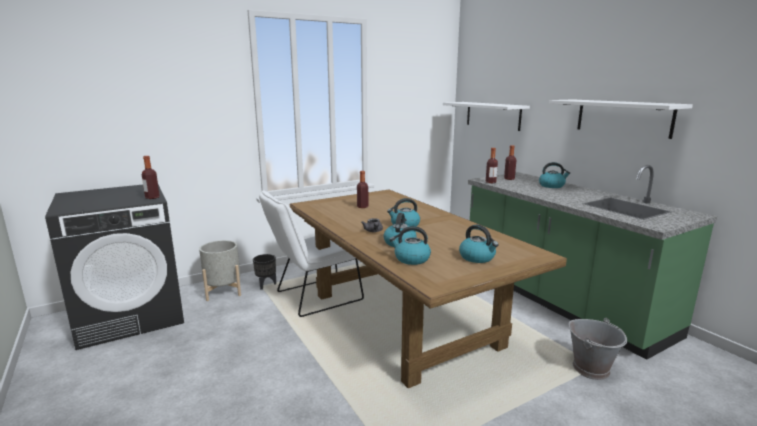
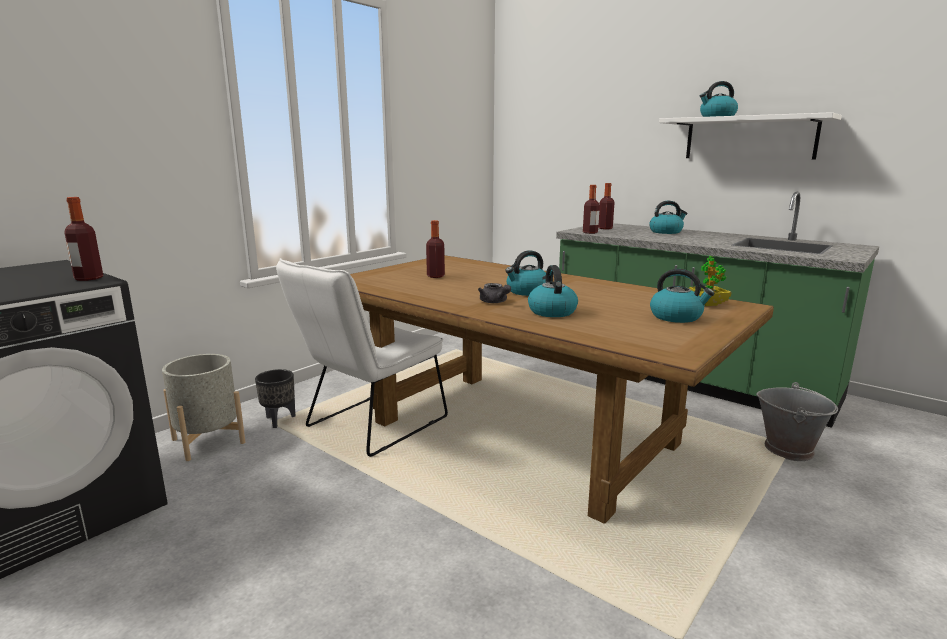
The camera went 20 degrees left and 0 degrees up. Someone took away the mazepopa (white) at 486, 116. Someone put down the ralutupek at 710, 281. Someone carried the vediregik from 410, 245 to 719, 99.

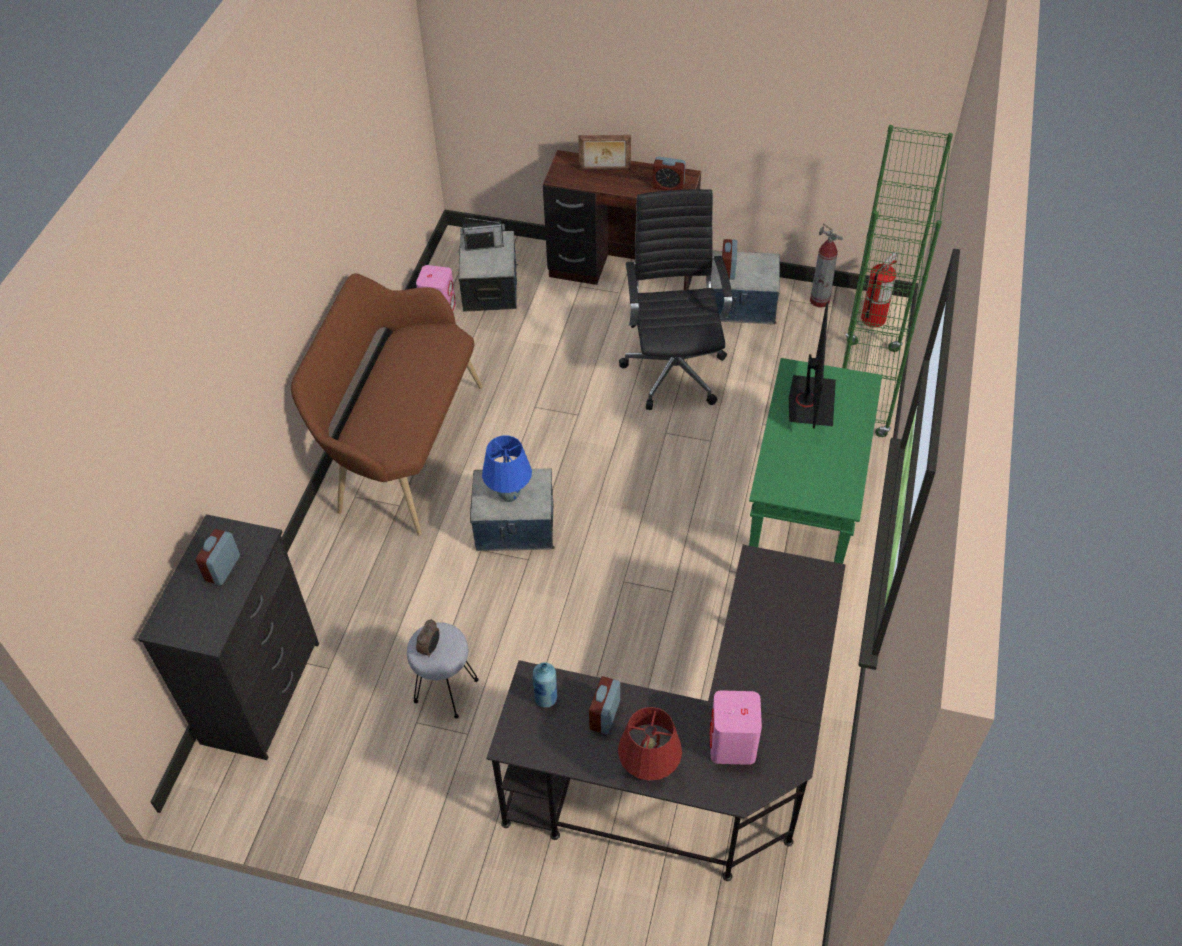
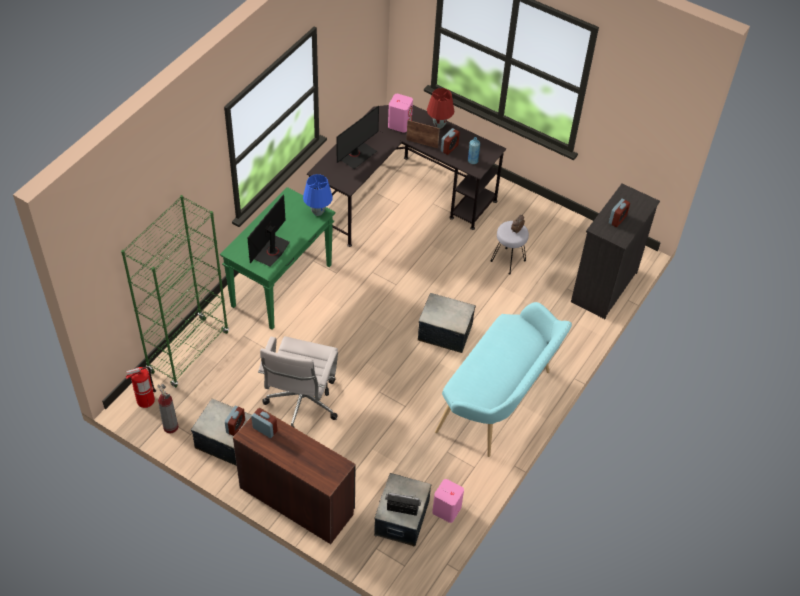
The camera went 165 degrees left and 0 degrees up. Someone put down the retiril at 357, 137. Someone carried the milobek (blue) from 507, 468 to 318, 195. Someone carried the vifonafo from 604, 152 to 423, 134. Someone repainted the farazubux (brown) at 387, 404, which became the farazubux (turquoise) at 503, 379. Someone repainted the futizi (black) at 675, 299, which became the futizi (white) at 298, 382.

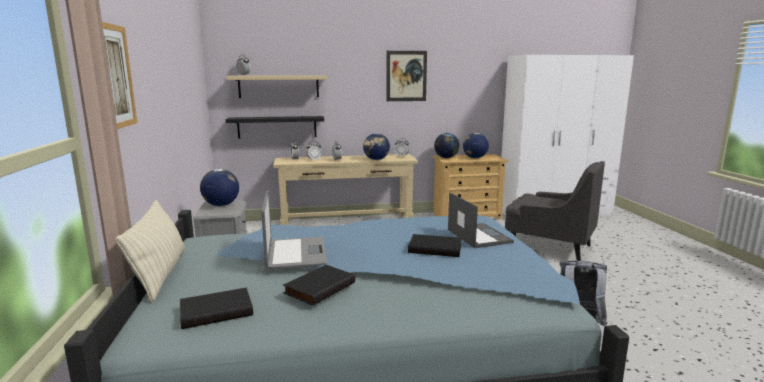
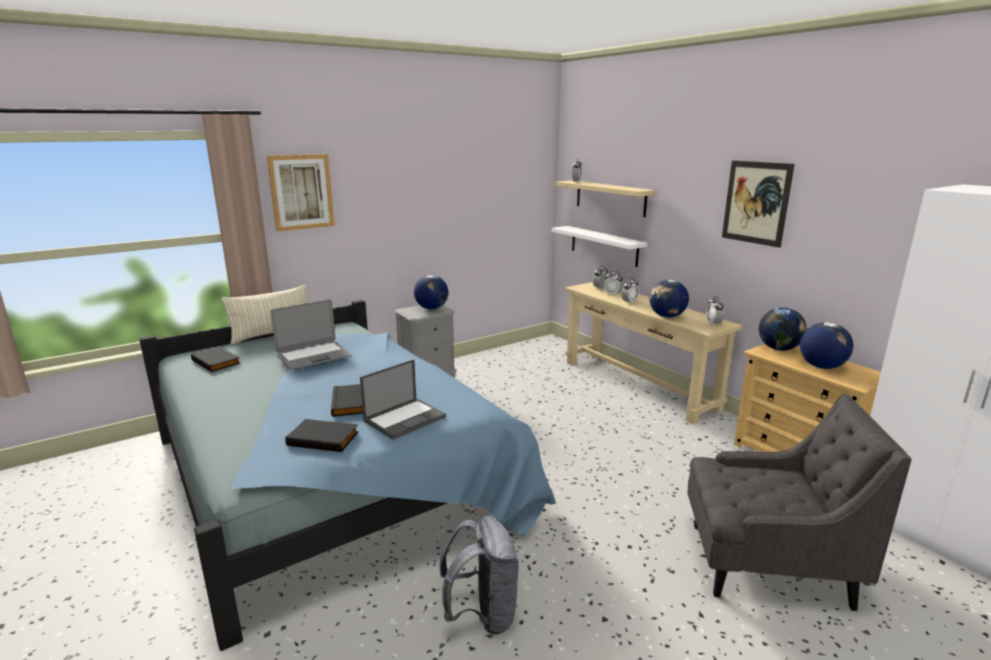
The camera went 65 degrees right and 5 degrees up. Someone carried the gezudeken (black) from 319, 285 to 322, 435. Someone repainted the mazepopa (black) at 274, 127, which became the mazepopa (white) at 599, 246. Someone rotated the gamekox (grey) at 555, 211 by 90 degrees counterclockwise.

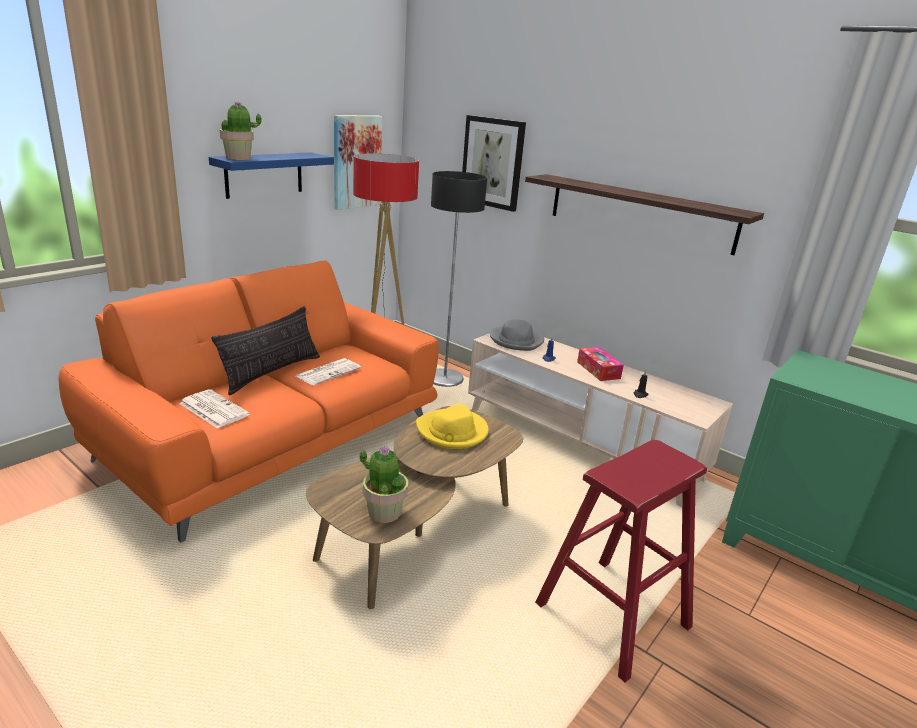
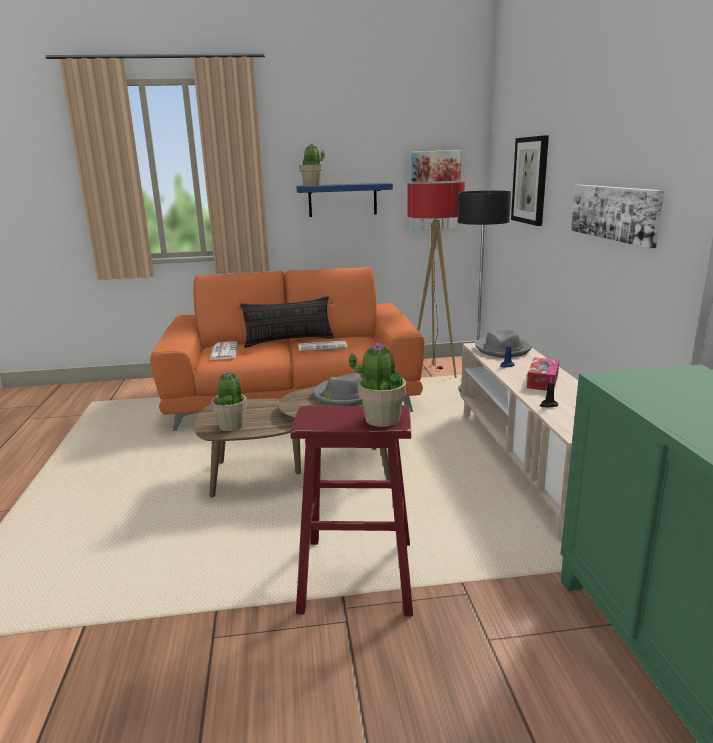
The camera went 45 degrees right and 5 degrees down. Someone put down the ralutupek at 378, 384. Someone swapped the mazepopa at 644, 214 for the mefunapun at 617, 216. Someone repainted the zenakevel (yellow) at 452, 426, which became the zenakevel (grey) at 337, 389.

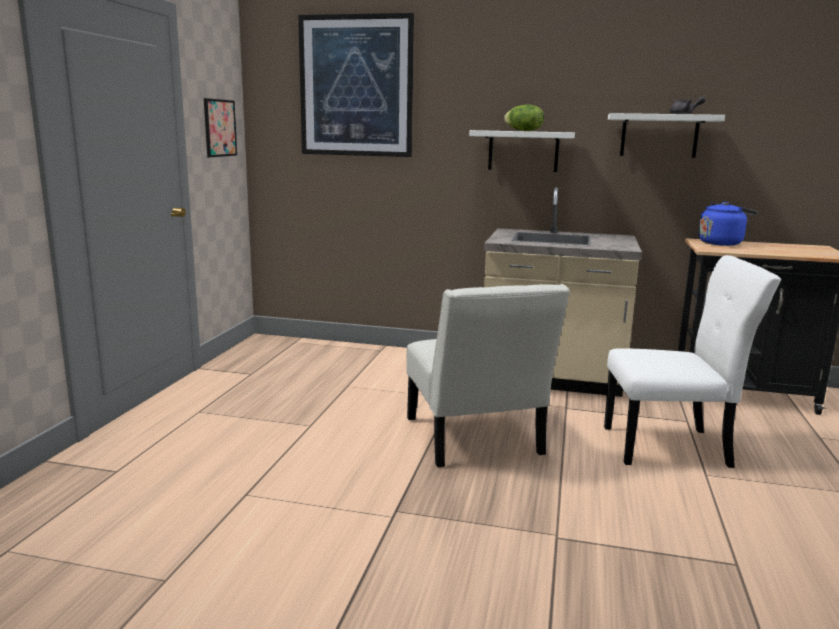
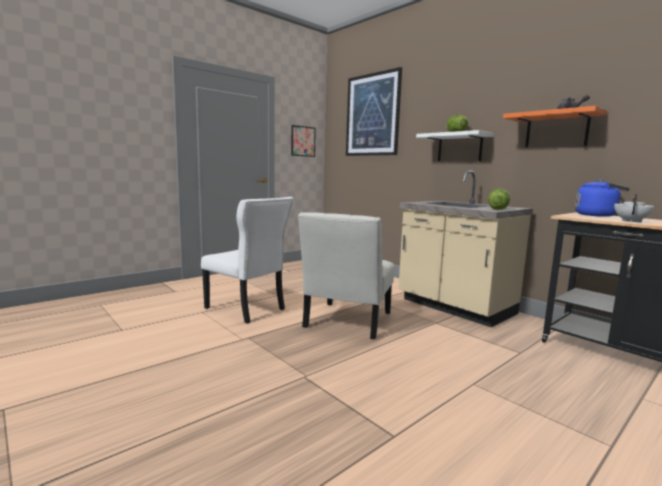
The camera went 35 degrees right and 5 degrees down. Someone put down the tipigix at 499, 199. Someone put down the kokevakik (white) at 634, 208. Someone carried the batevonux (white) from 692, 361 to 247, 260. Someone repainted the mazepopa (white) at 666, 135, which became the mazepopa (orange) at 555, 127.

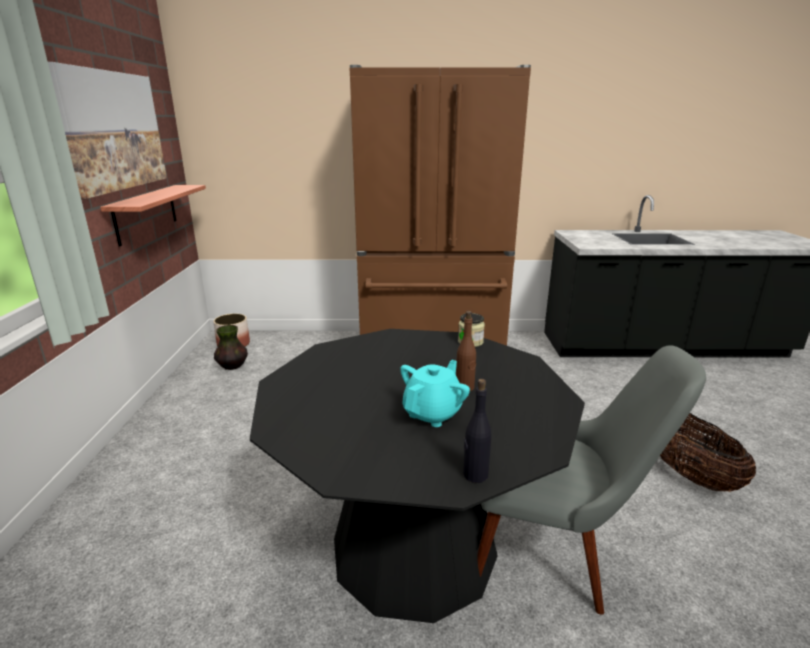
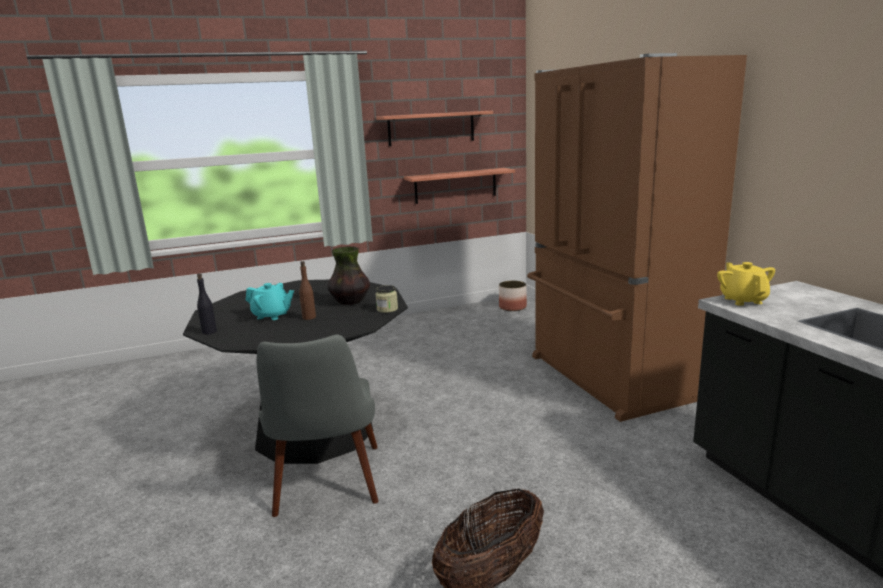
The camera went 70 degrees right and 5 degrees down. Someone put down the kokevakik (yellow) at 746, 284. Someone carried the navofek from 231, 347 to 349, 275. Someone swapped the mefunapun at 107, 130 for the mazepopa at 434, 128.

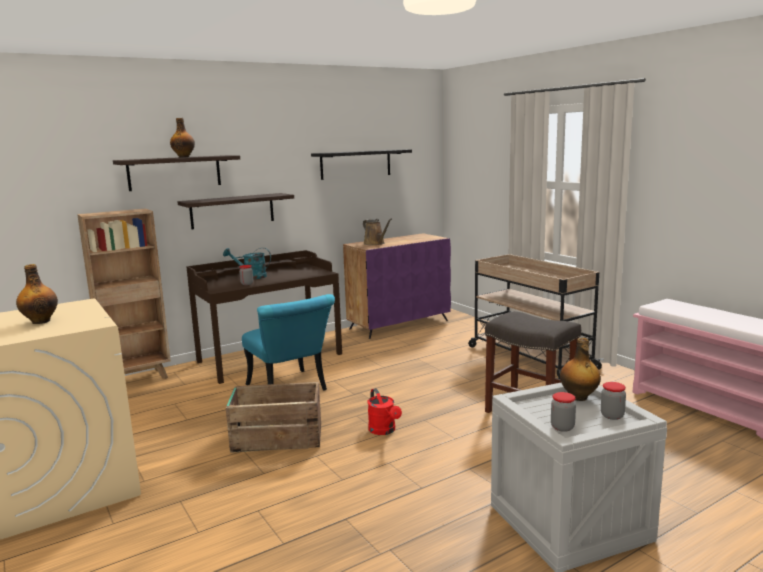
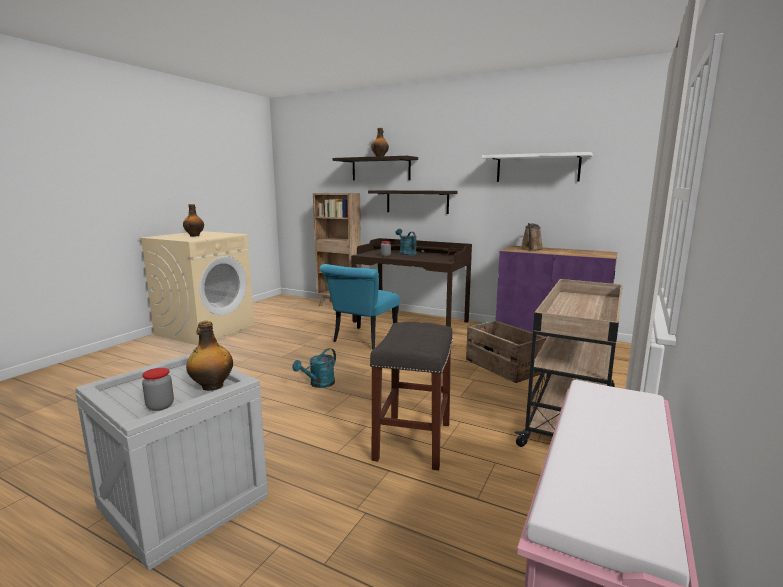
The camera went 60 degrees right and 0 degrees up. Someone took away the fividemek at 563, 412. Someone carried the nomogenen from 273, 417 to 506, 351. Someone repainted the mazepopa (black) at 361, 165, which became the mazepopa (white) at 537, 167. Someone repainted the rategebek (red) at 385, 411, which became the rategebek (turquoise) at 314, 368.

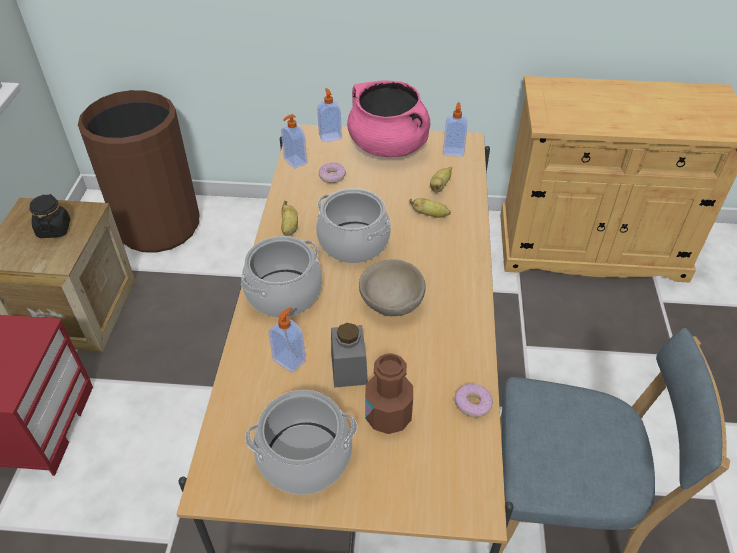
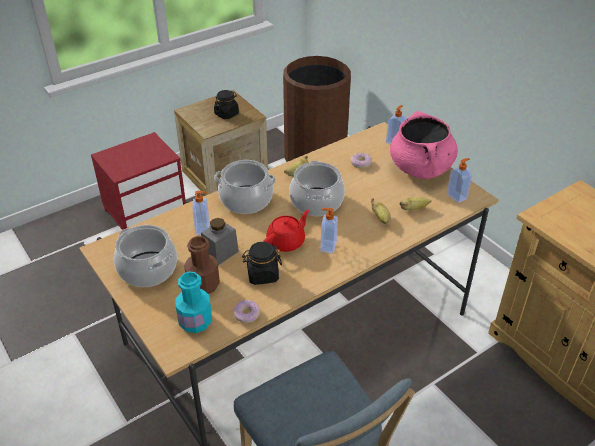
The camera went 50 degrees right and 5 degrees down. Someone put down the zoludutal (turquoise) at 193, 302. Someone put down the fividemek (black) at 262, 263. Someone carried the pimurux from 294, 141 to 329, 231. Someone swapped the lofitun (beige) at 392, 287 for the kokevakik (red) at 286, 231.

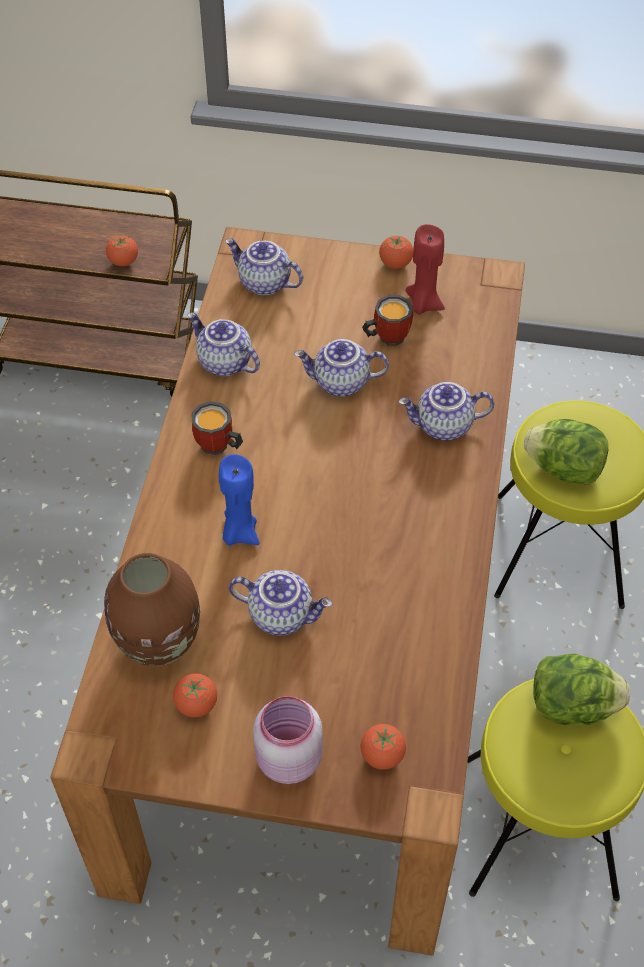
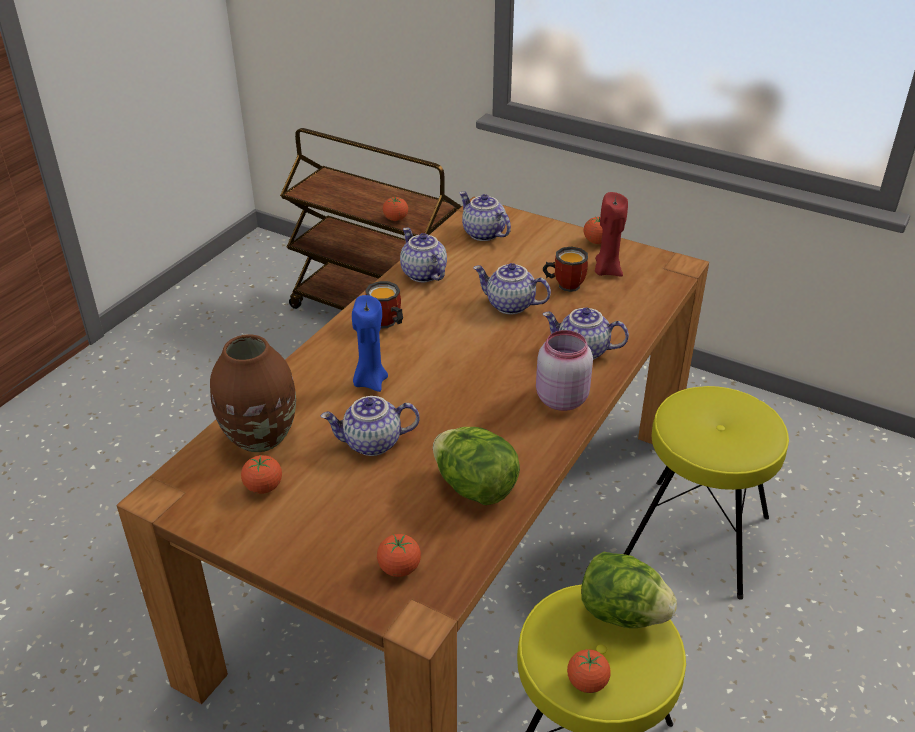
The camera went 20 degrees right and 15 degrees down. Someone put down the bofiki at 589, 671. Someone carried the fividemek (pink) from 288, 740 to 564, 370. Someone carried the tipigix from 566, 452 to 476, 466. Someone rotated the kokevakik at 280, 603 by 135 degrees clockwise.

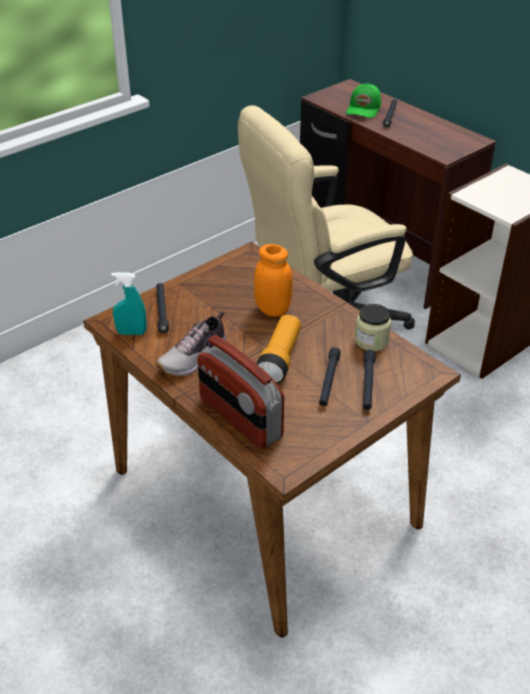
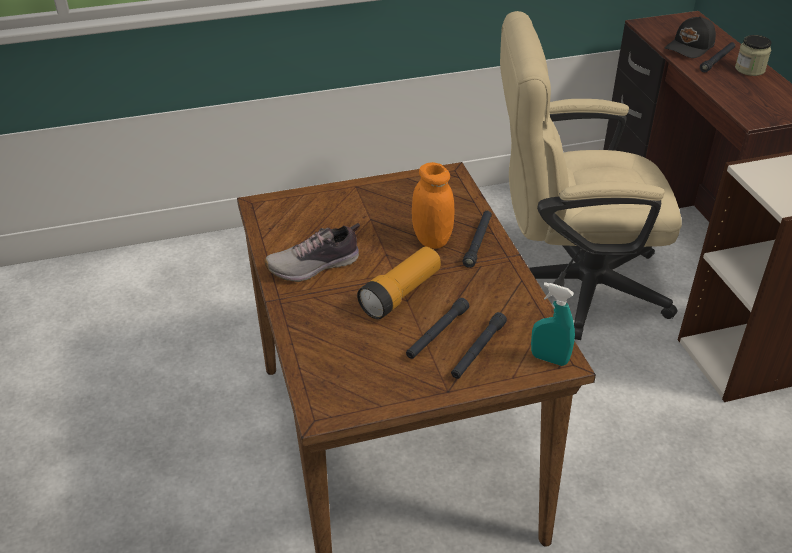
The camera went 25 degrees right and 0 degrees up. Someone took away the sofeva at 240, 392. Someone carried the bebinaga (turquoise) from 129, 303 to 553, 324. Someone carried the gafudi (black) from 162, 308 to 477, 239. Someone carried the fividemek from 373, 327 to 753, 55. Someone repainted the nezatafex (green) at 363, 100, which became the nezatafex (black) at 690, 37.

